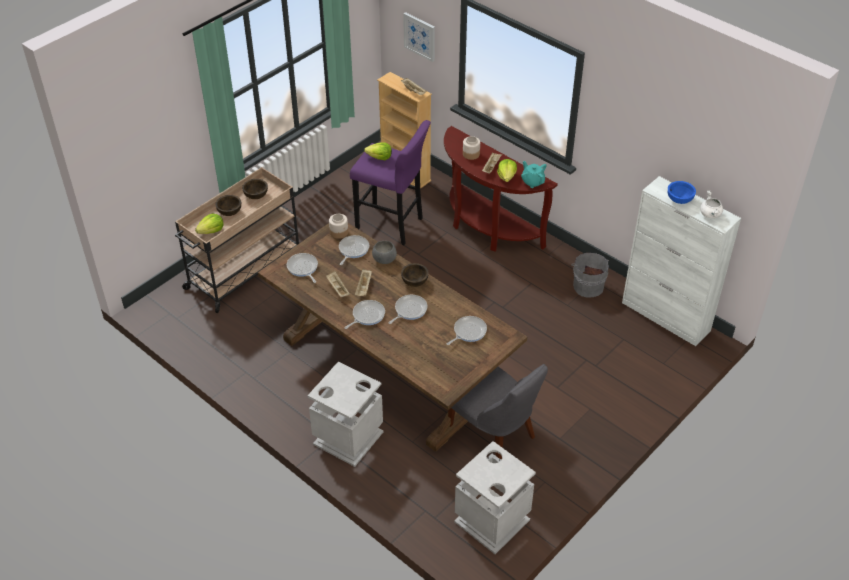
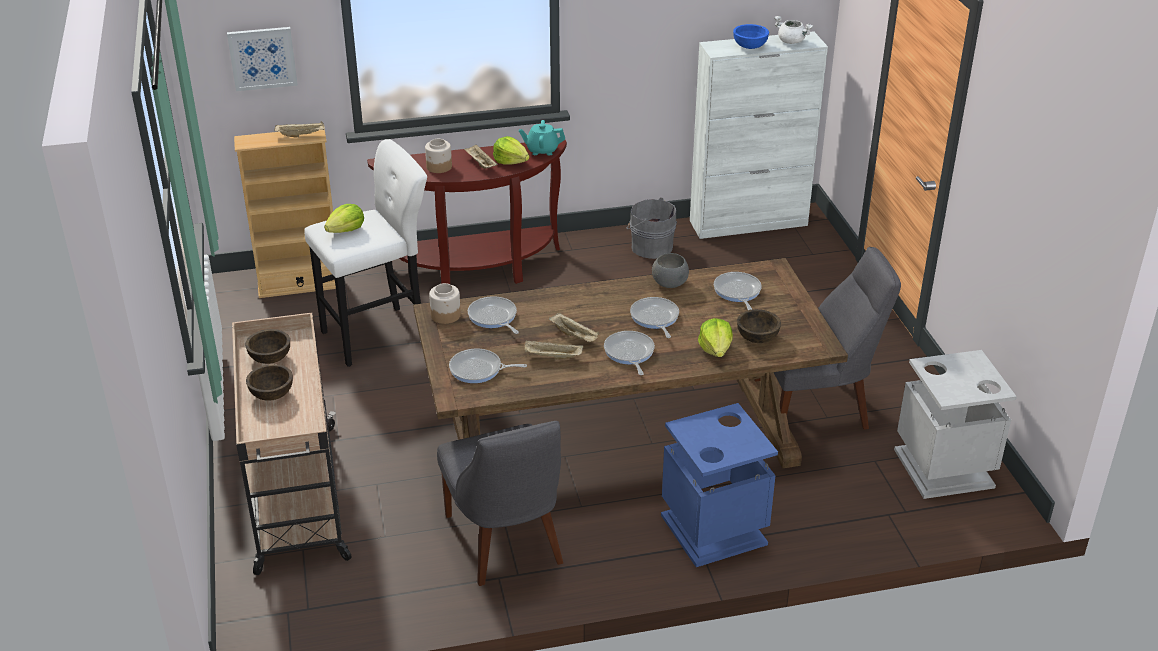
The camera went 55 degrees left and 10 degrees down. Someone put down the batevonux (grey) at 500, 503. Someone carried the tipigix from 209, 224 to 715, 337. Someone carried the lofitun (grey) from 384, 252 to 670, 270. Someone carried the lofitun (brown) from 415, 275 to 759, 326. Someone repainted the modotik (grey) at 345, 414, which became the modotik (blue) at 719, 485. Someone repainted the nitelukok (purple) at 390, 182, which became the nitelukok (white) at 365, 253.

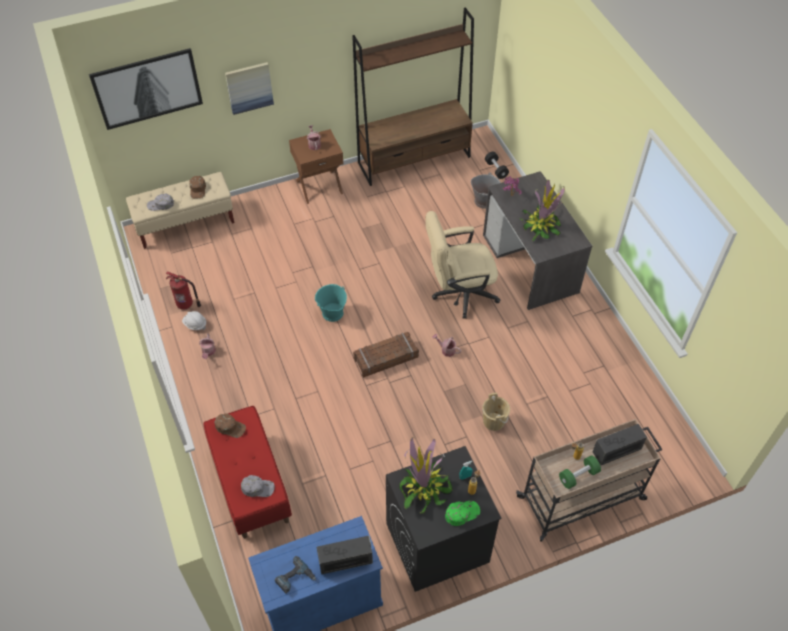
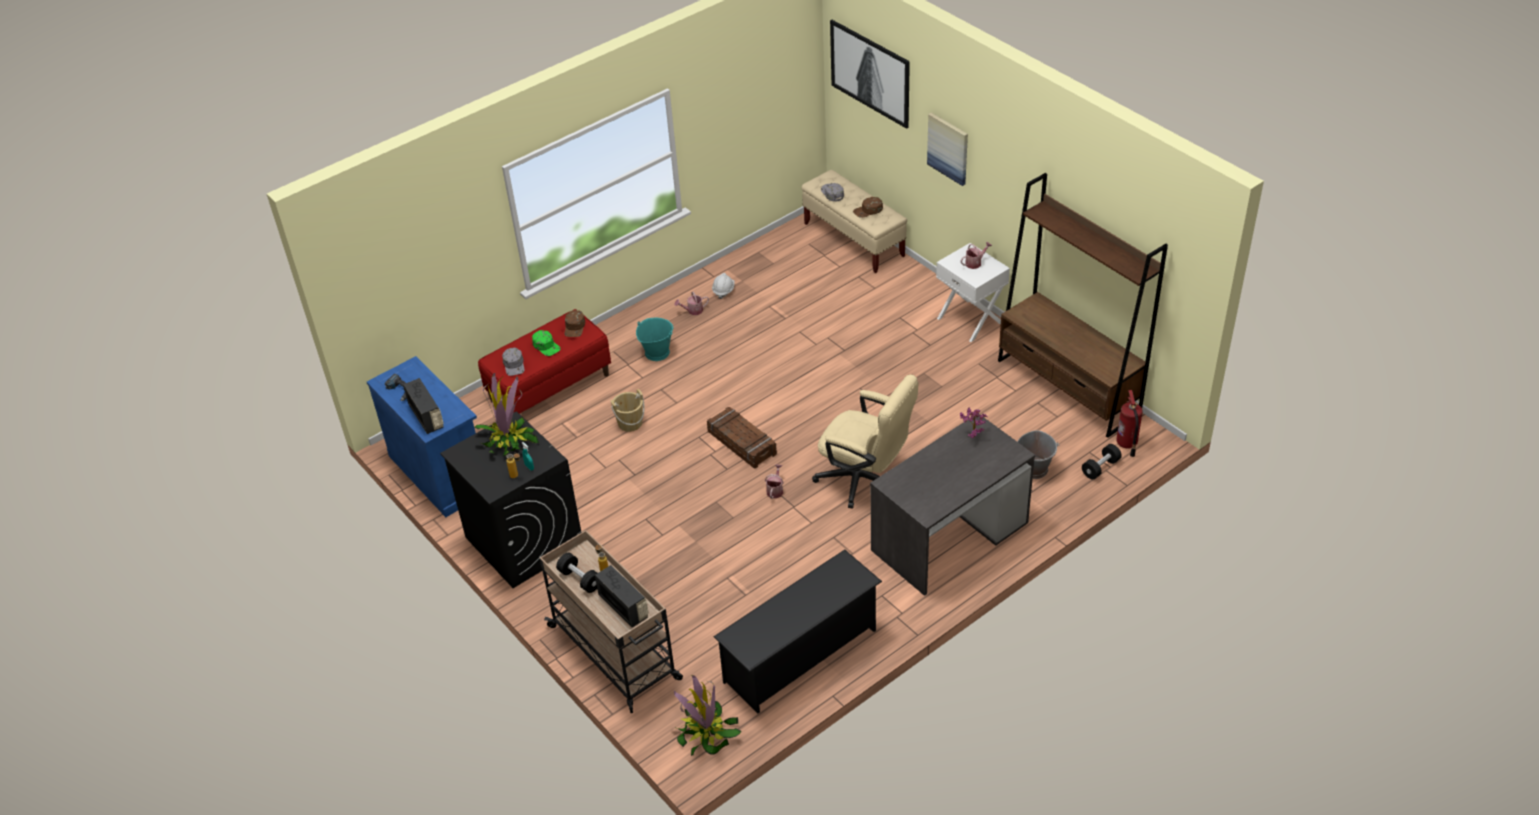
The camera went 75 degrees right and 10 degrees down. Someone put down the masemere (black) at 798, 631. Someone carried the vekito from 183, 291 to 1129, 423. Someone carried the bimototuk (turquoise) from 331, 303 to 655, 339. Someone carried the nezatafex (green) from 462, 513 to 546, 343. Someone carried the bimototuk (beige) from 496, 412 to 627, 410. Someone carried the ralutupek from 542, 210 to 708, 715. Someone repainted the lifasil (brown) at 316, 166, which became the lifasil (white) at 973, 292. Someone repainted the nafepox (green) at 580, 472, which became the nafepox (black) at 576, 573. Someone rotated the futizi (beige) at 462, 265 by 150 degrees clockwise.

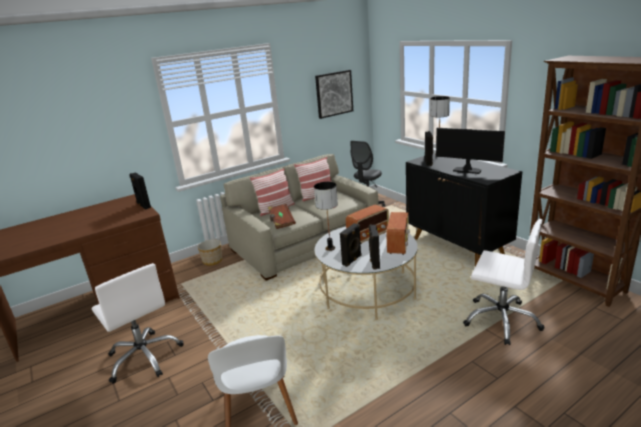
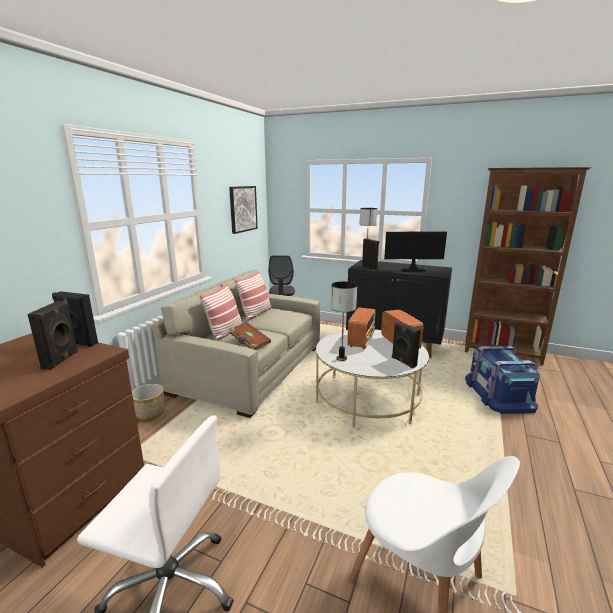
The camera went 35 degrees left and 5 degrees down. Someone carried the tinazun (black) from 351, 245 to 52, 335. Someone swapped the futizi (white) at 503, 282 for the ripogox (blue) at 502, 380.

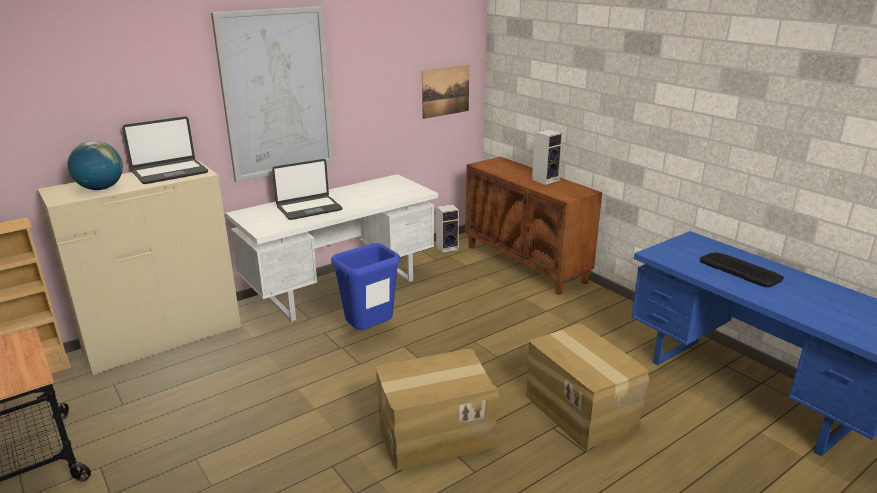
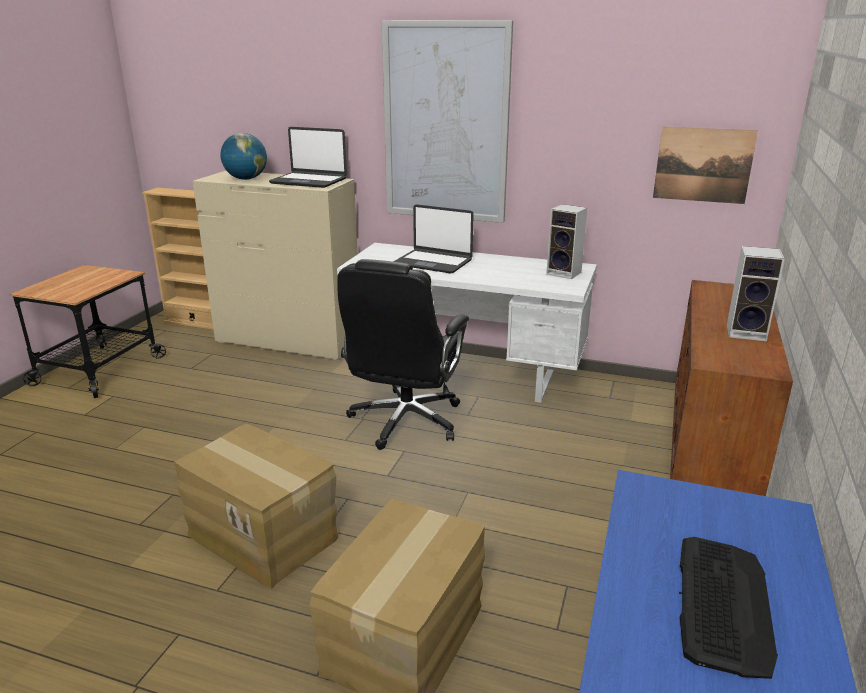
The camera went 55 degrees right and 0 degrees up. Someone carried the tinazun from 447, 228 to 566, 241. Someone swapped the modotik (blue) at 365, 286 for the futizi (black) at 403, 354.

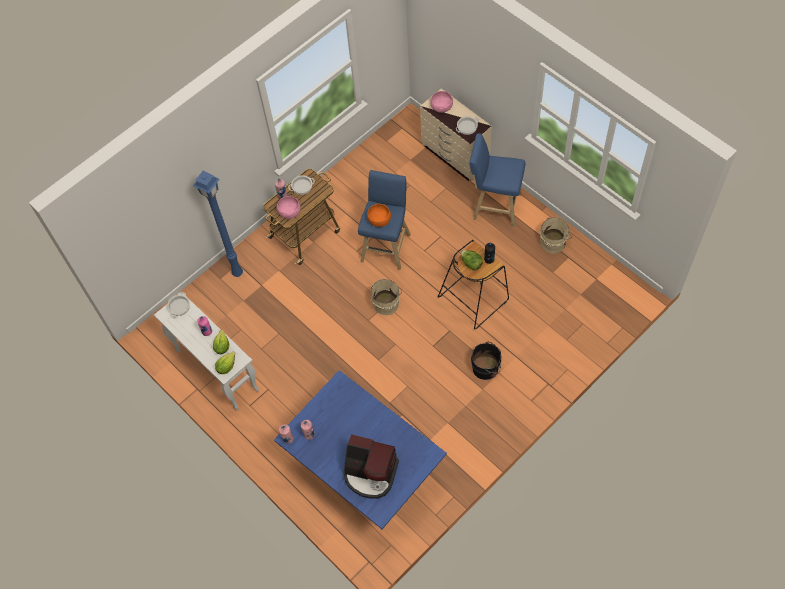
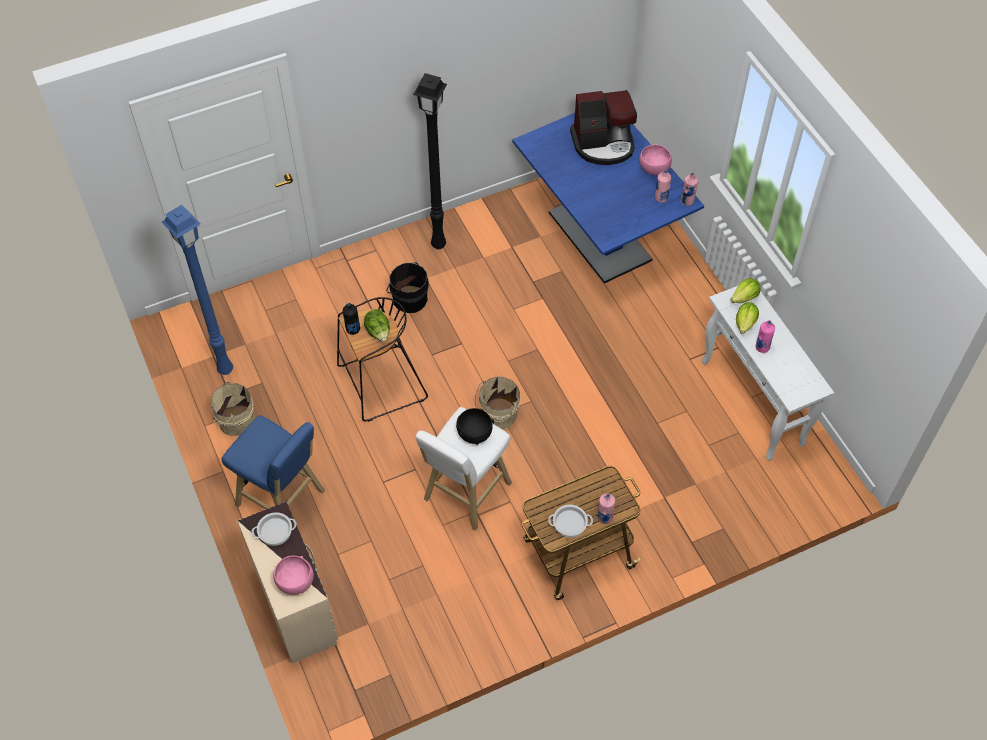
The camera went 165 degrees left and 5 degrees down. Someone took away the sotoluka at 178, 304. Someone put down the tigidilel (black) at 430, 161. Someone carried the tigidilel (blue) from 218, 224 to 197, 290. Someone carried the lofitun (pink) from 288, 207 to 655, 159. Someone repainted the nitelukok (blue) at 384, 220, which became the nitelukok (white) at 464, 469. Someone repainted the lofitun (orange) at 379, 215, which became the lofitun (black) at 474, 426. Someone rotated the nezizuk at 371, 466 by 135 degrees clockwise.

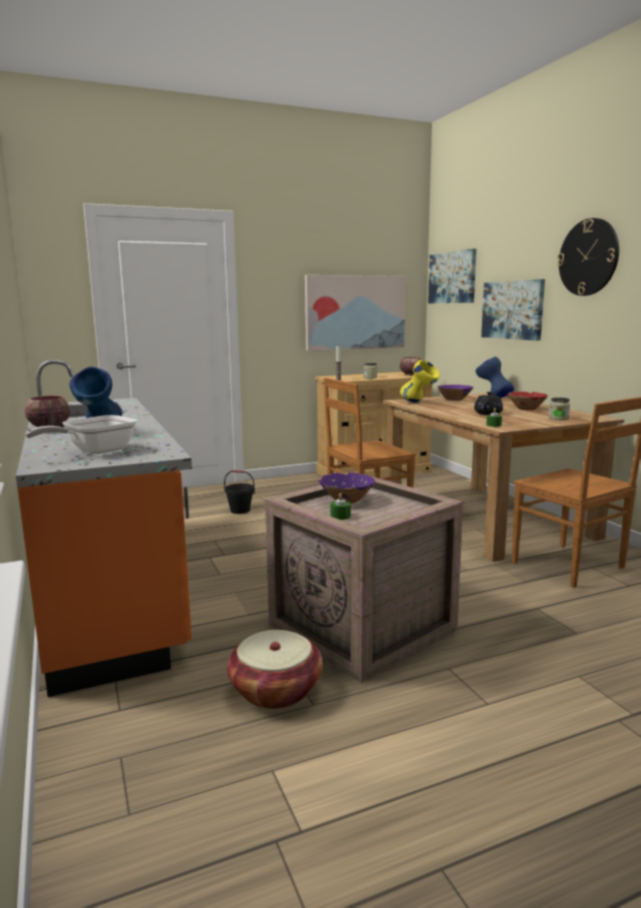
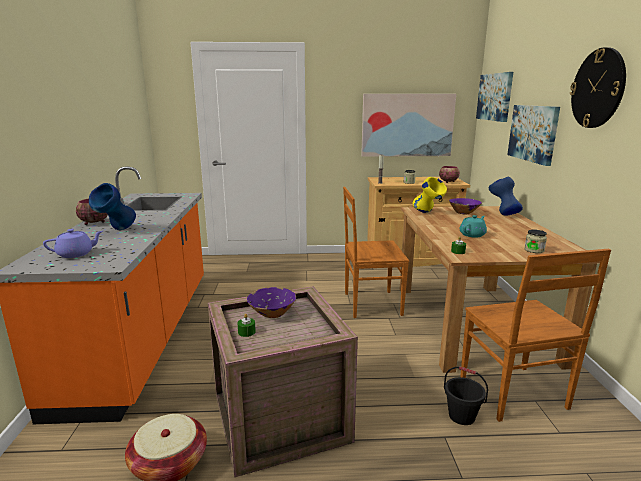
The camera went 20 degrees right and 5 degrees up. Someone took away the lofitun (red) at 528, 401. Someone carried the bimototuk (black) from 239, 492 to 466, 395. Someone swapped the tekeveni at 81, 434 for the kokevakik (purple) at 73, 243. Someone repainted the kokevakik (black) at 488, 403, which became the kokevakik (turquoise) at 473, 226.

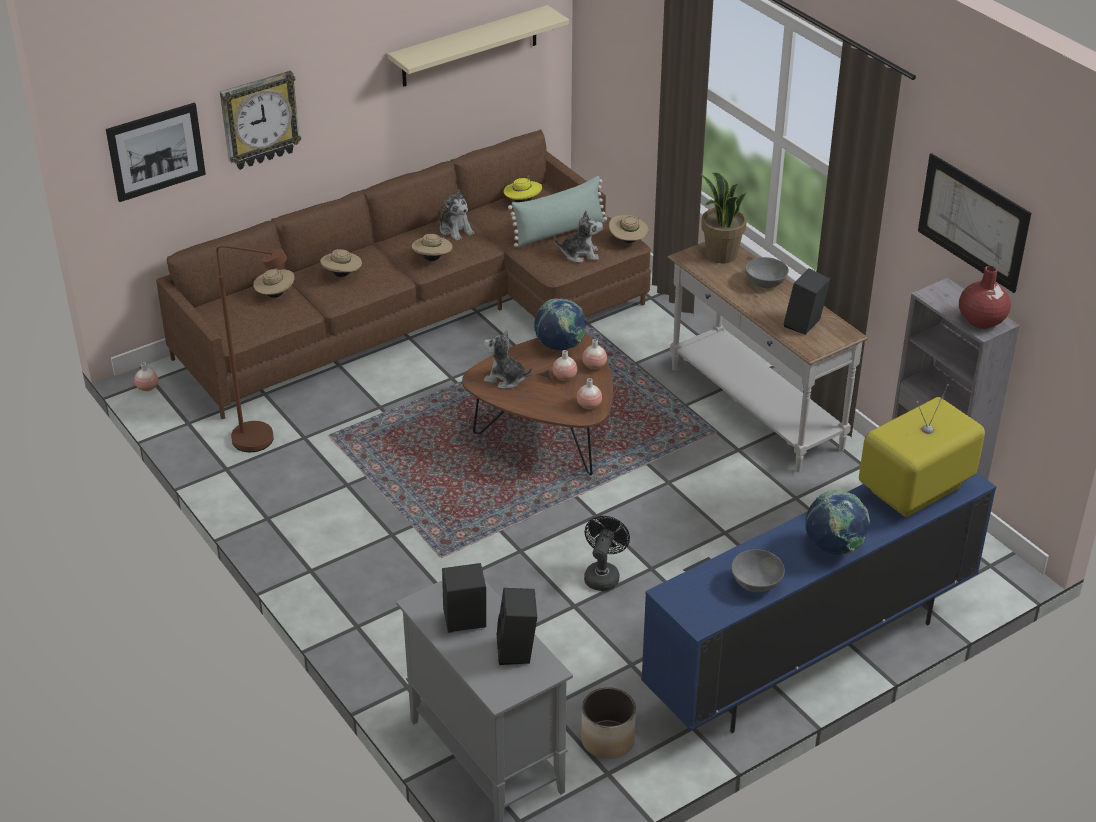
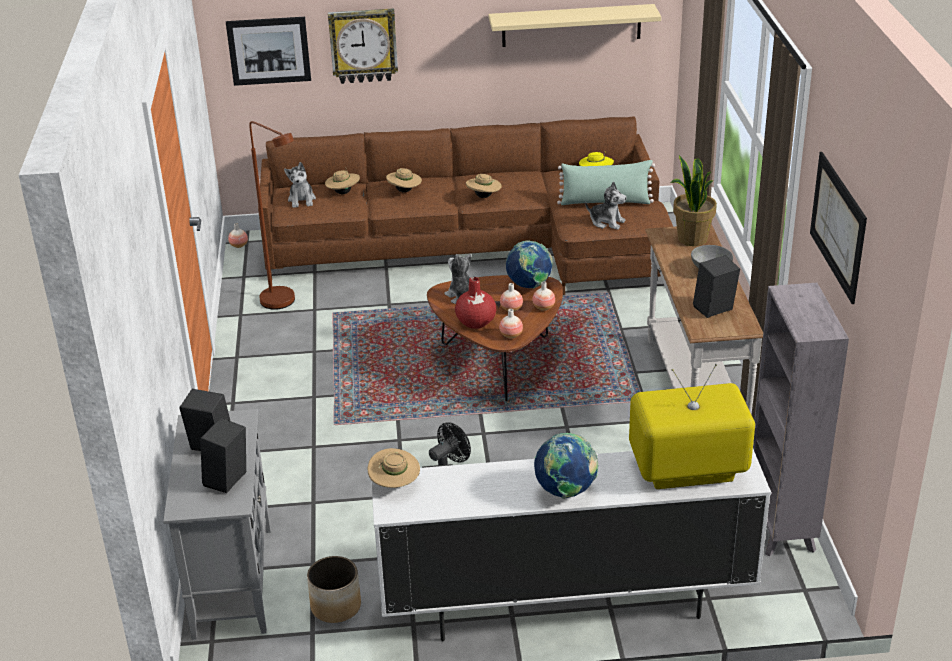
The camera went 30 degrees right and 5 degrees down. Someone took away the lofitun (grey) at 758, 570. Someone carried the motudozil from 457, 215 to 300, 185. Someone carried the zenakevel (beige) from 629, 229 to 394, 468. Someone carried the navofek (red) from 985, 297 to 475, 303. Someone repainted the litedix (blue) at 818, 602, which became the litedix (white) at 571, 545.

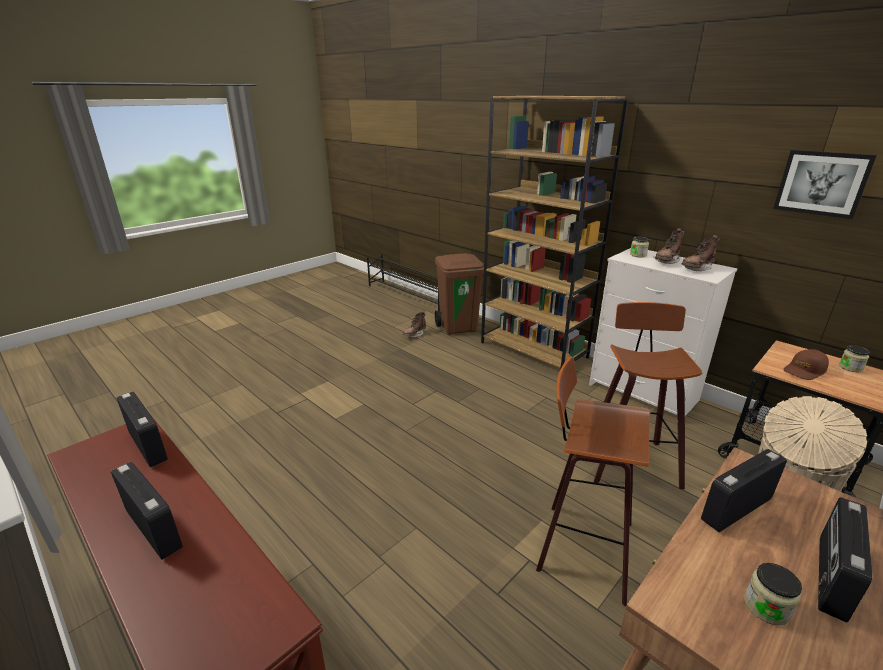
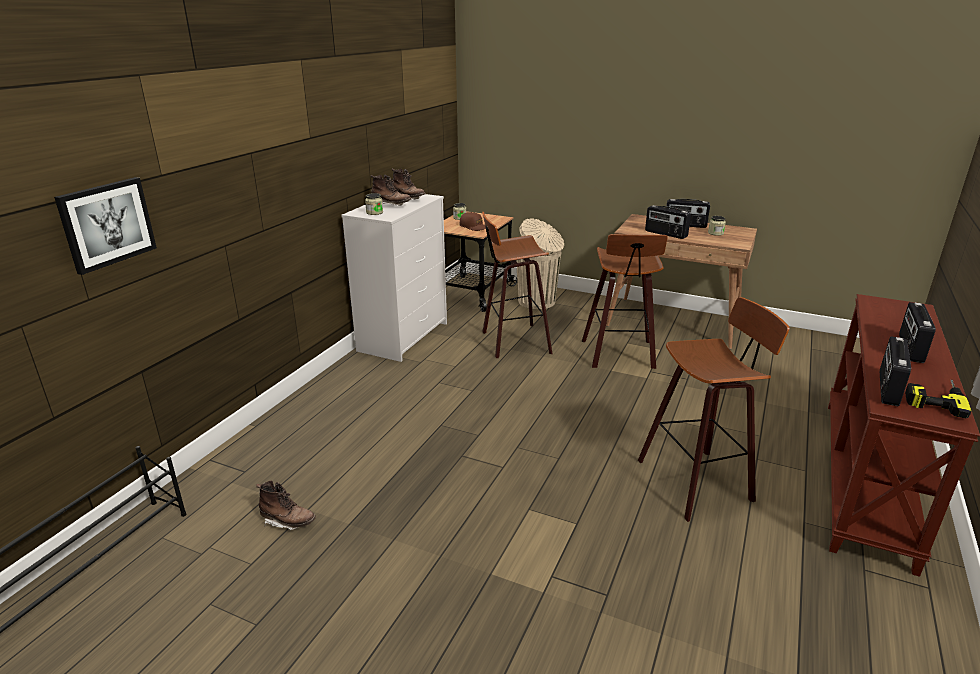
The camera went 110 degrees left and 0 degrees up. Someone took away the modotik (brown) at 459, 294. Someone took away the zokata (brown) at 554, 232. Someone put down the nitelukok at 714, 409. Someone put down the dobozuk at 938, 399. Someone carried the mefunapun from 825, 184 to 105, 226.

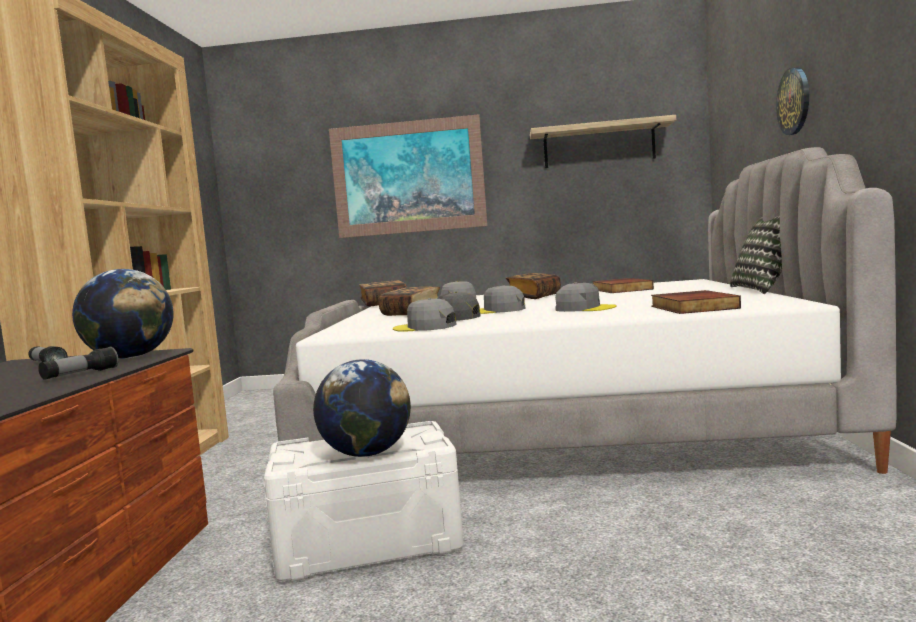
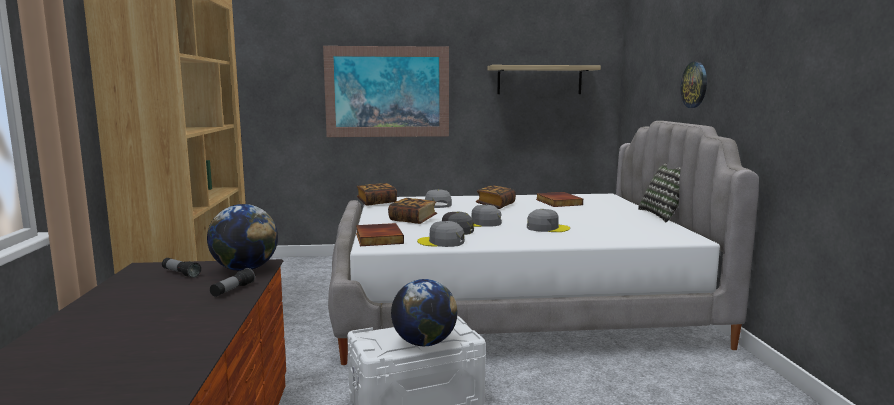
The camera went 10 degrees left and 5 degrees up. Someone carried the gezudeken from 696, 302 to 380, 234.

